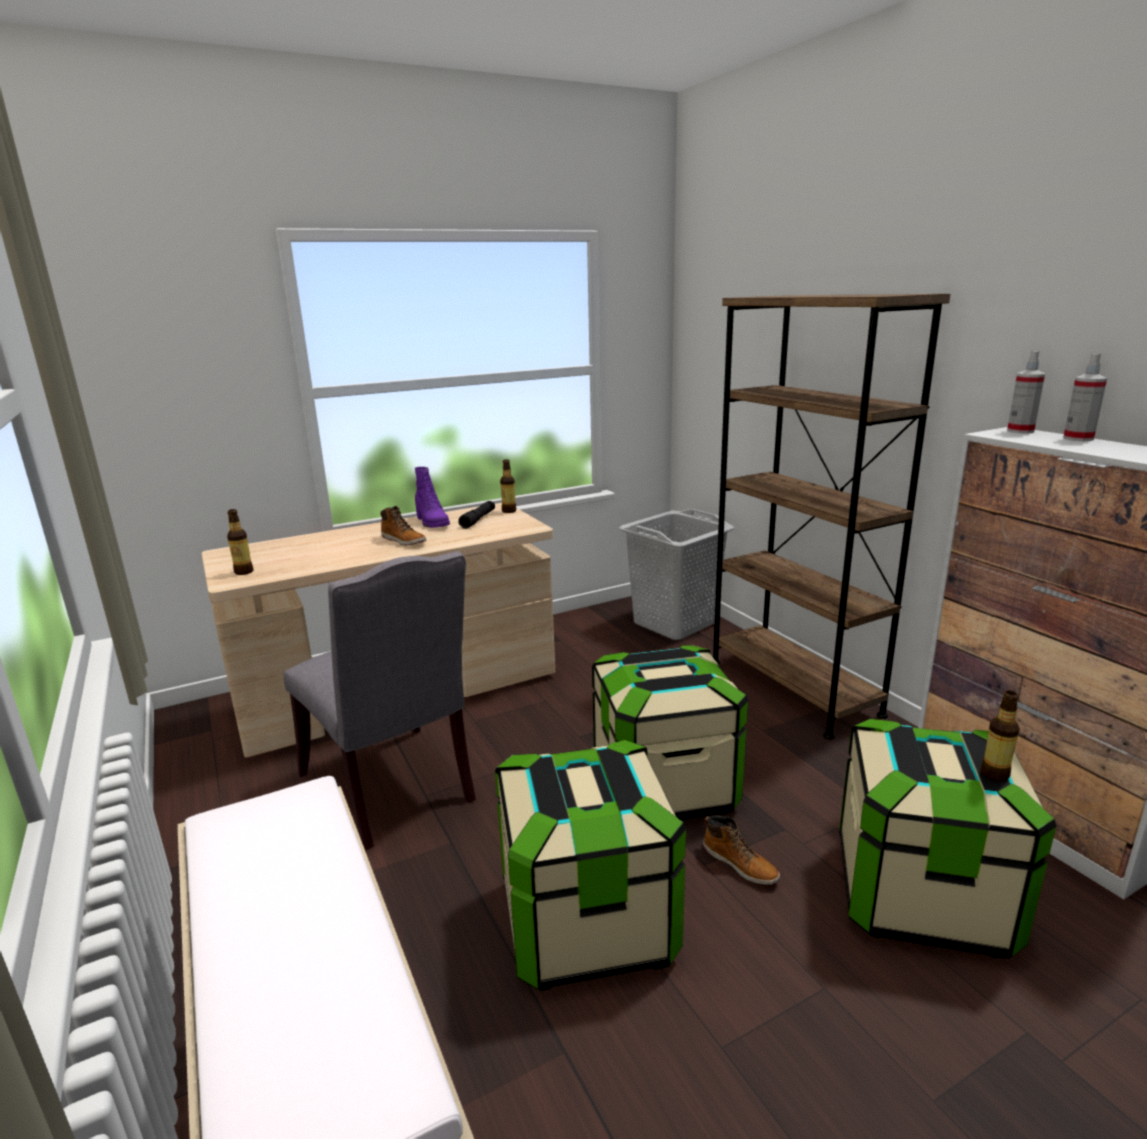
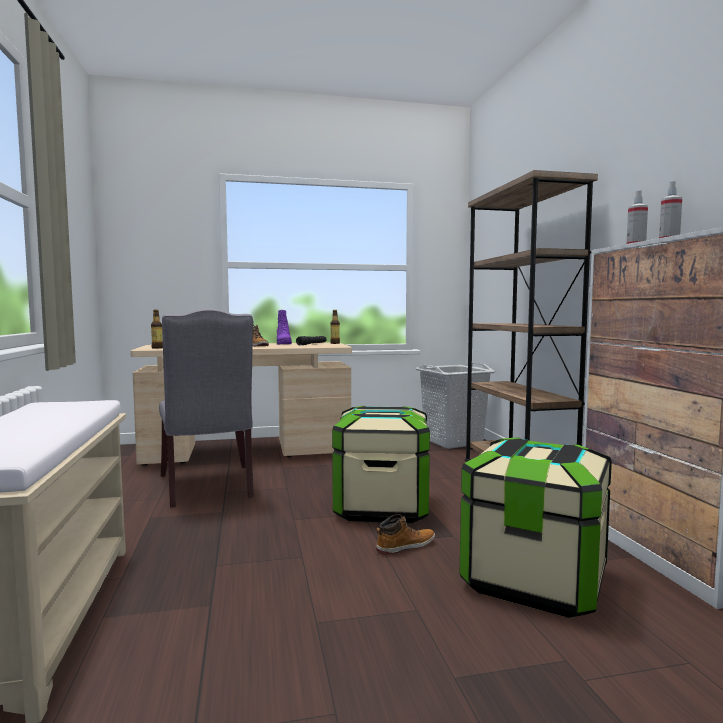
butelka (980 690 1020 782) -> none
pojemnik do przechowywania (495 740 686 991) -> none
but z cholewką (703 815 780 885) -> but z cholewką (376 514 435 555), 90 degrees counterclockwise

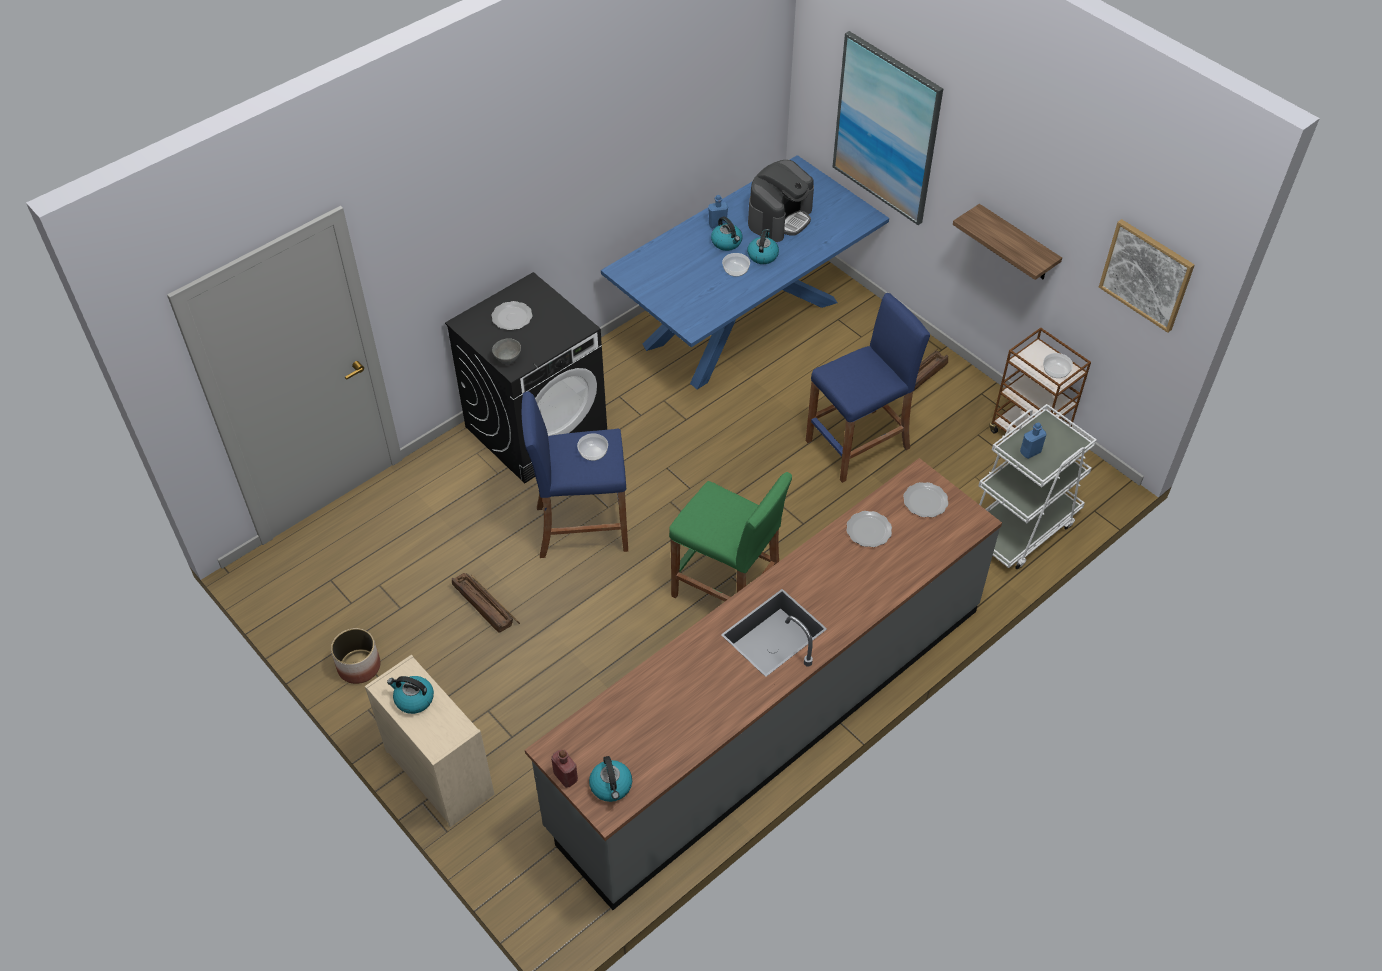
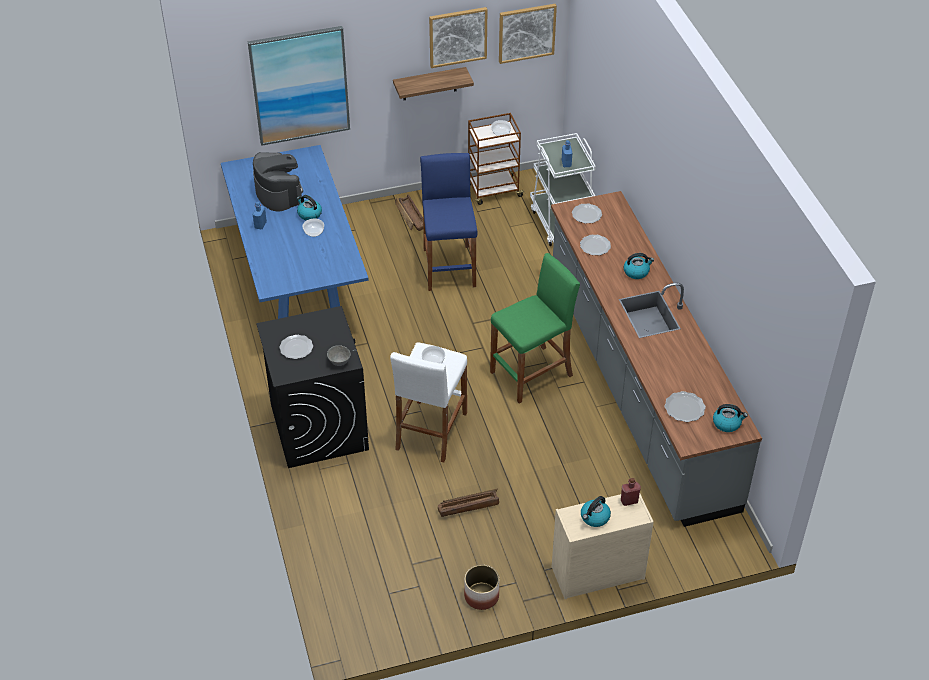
czajnik (711 216 742 251) -> czajnik (624 253 654 279), moved
stołek/niebieski (522 391 628 558) -> stołek/biały (390 342 467 462)
butelka/czerwony (551 750 578 788) -> butelka/czerwony (621 478 641 506), moved
none -> obraz (429 7 487 68)
none -> talerz (664 391 706 422)

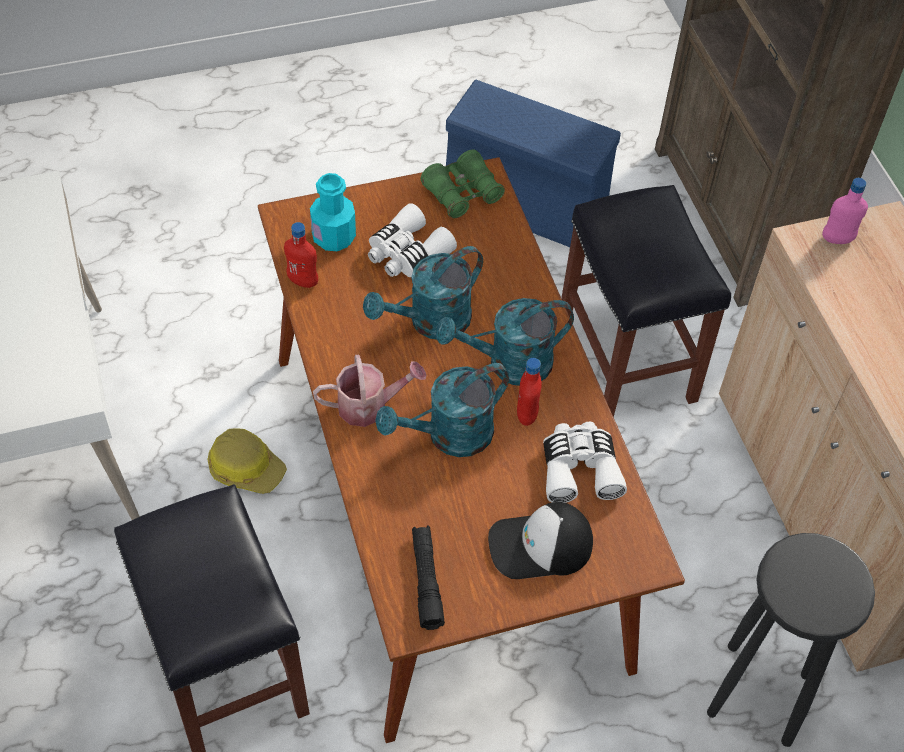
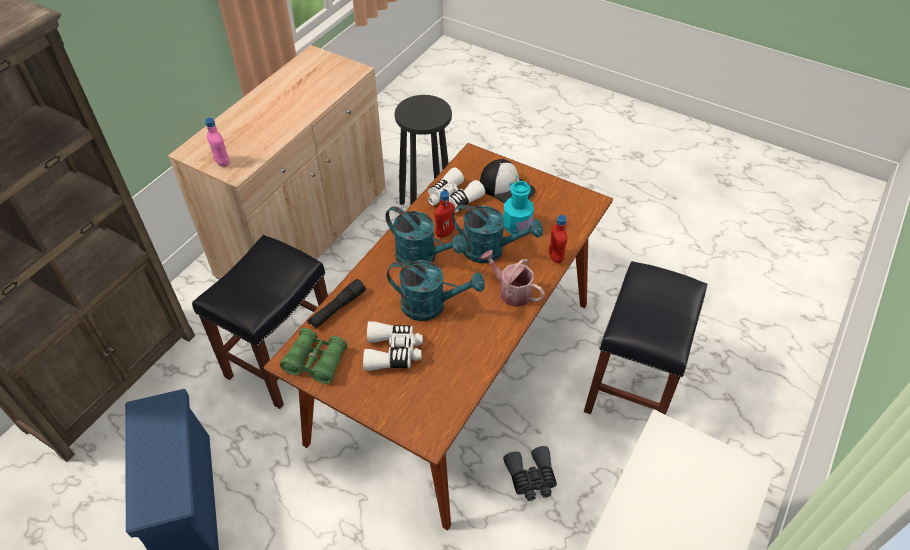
butelka/turkusowy (310 173 356 251) -> butelka/turkusowy (503 181 534 234), moved
butelka/czerwony (284 222 318 288) -> butelka/czerwony (549 215 567 264), moved
kask (208 428 287 494) -> lornetka/szary (503 446 557 501)
latarka/czarny (412 525 445 630) -> latarka/czarny (308 279 366 329), moved

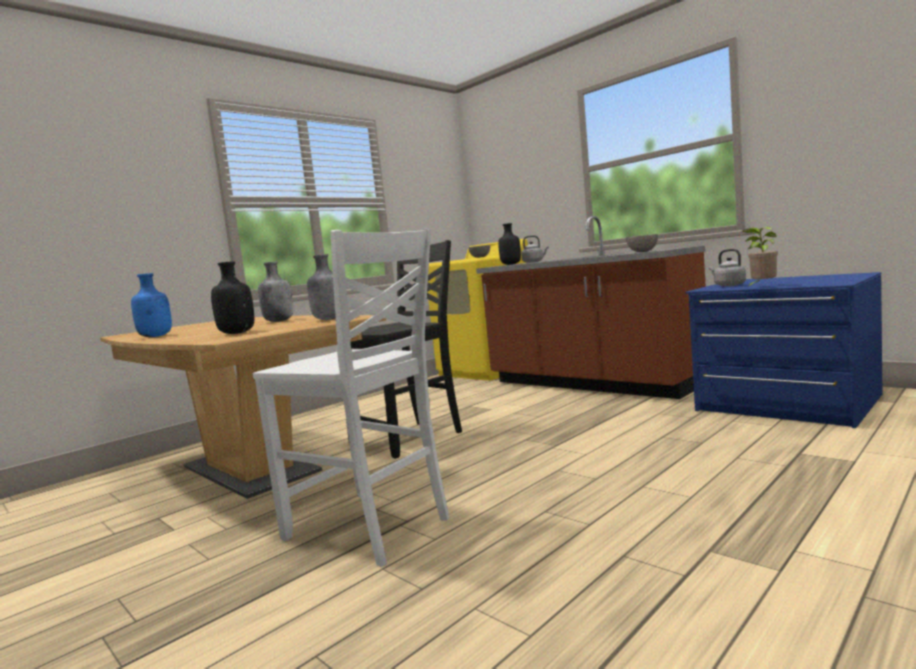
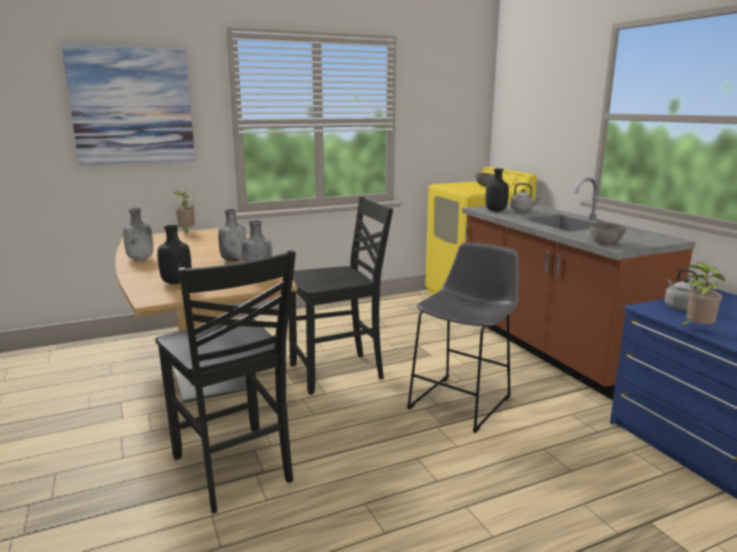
krzesło/biały (253 229 449 567) -> krzesło/czarny (155 250 296 513)
butelka/niebieski (131 273 172 337) -> butelka/szary (123 208 153 260)
none -> obraz (61 44 195 165)
none -> roślina doniczkowa (175 191 195 234)
none -> stołek/szary (407 242 519 433)

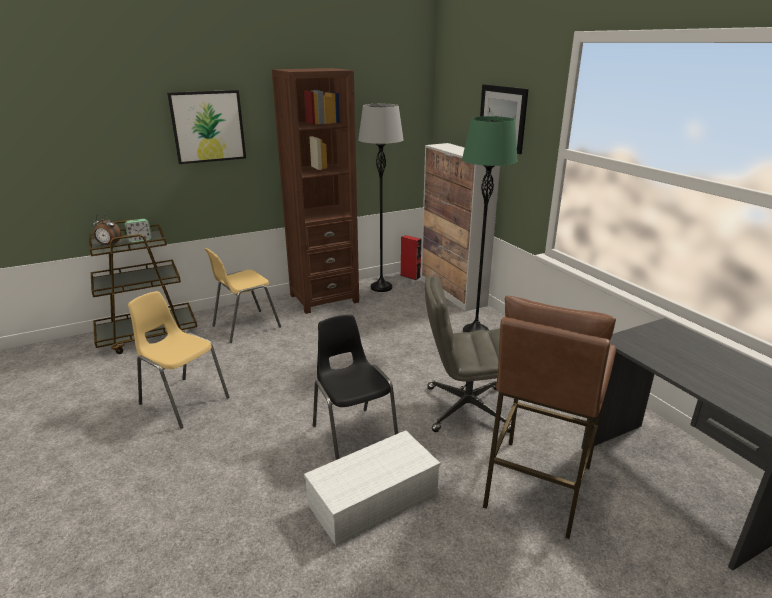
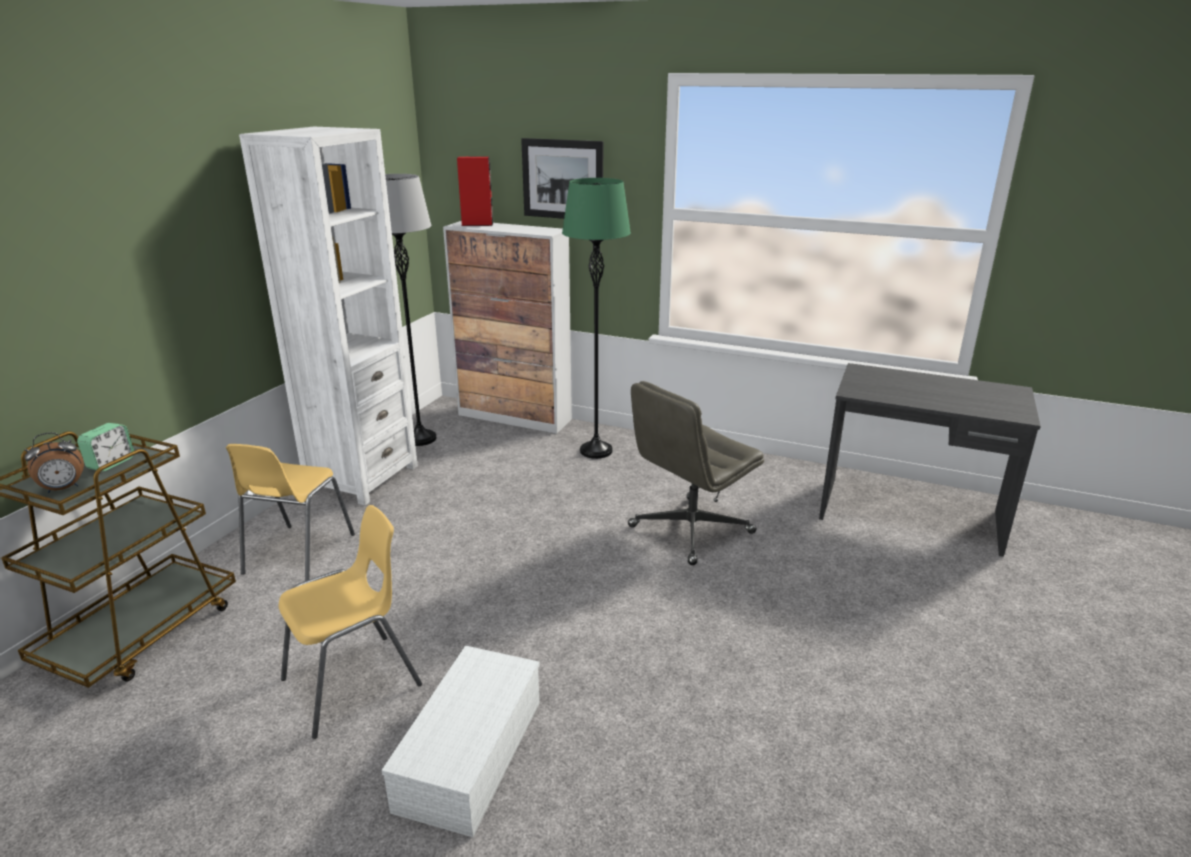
regał/brązowy (272 68 359 314) -> regał/biały (239 127 418 505)
obraz (167 90 246 164) -> none
głośnik/czerwony (400 235 421 280) -> głośnik/czerwony (457 157 494 226), moved
krzesło/żółty (128 291 229 429) -> krzesło/żółty (279 505 422 739), 150 degrees clockwise
stołek/brązowy (483 296 616 539) -> none
krzesło/czarny (313 315 398 460) -> none
pojemnik do przechowywania/biały (304 430 440 546) -> pojemnik do przechowywania/biały (381 645 540 837), moved

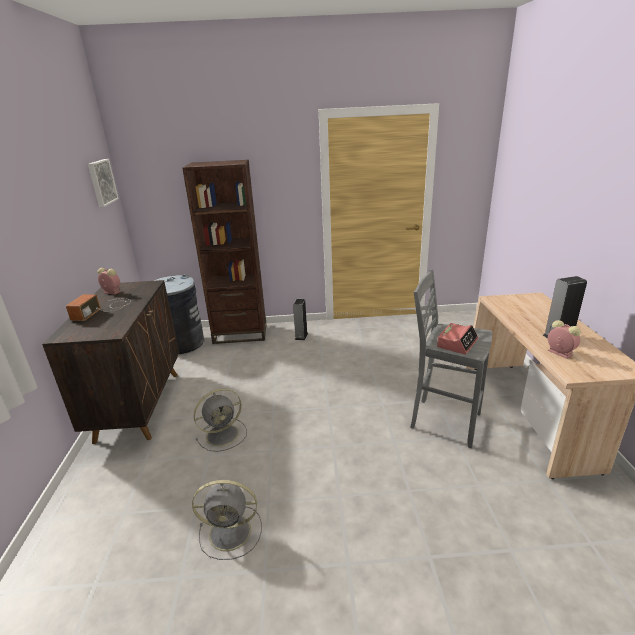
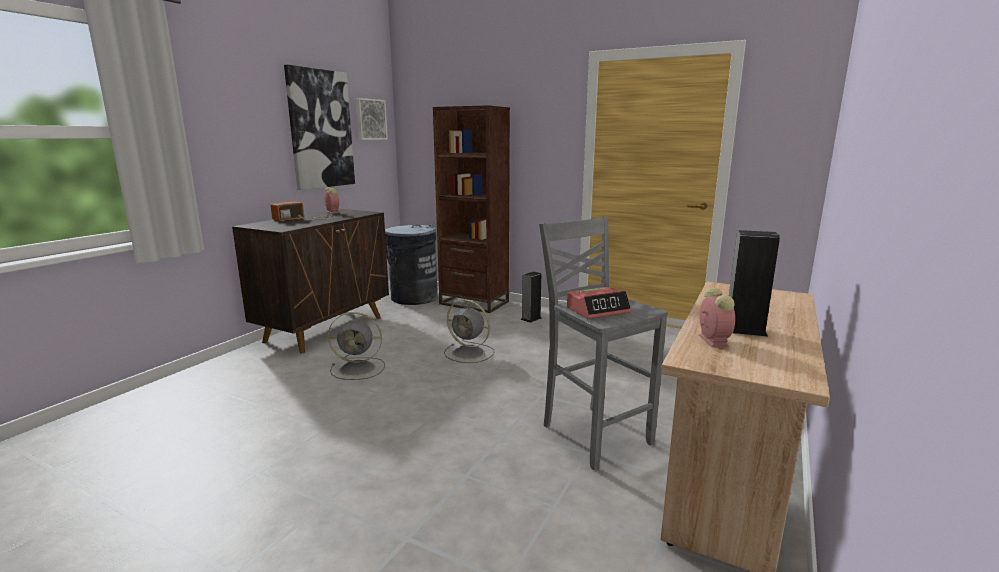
wentylator/szary (192 480 262 560) -> wentylator/szary (444 299 494 363), moved
none -> obraz (284 65 355 190)

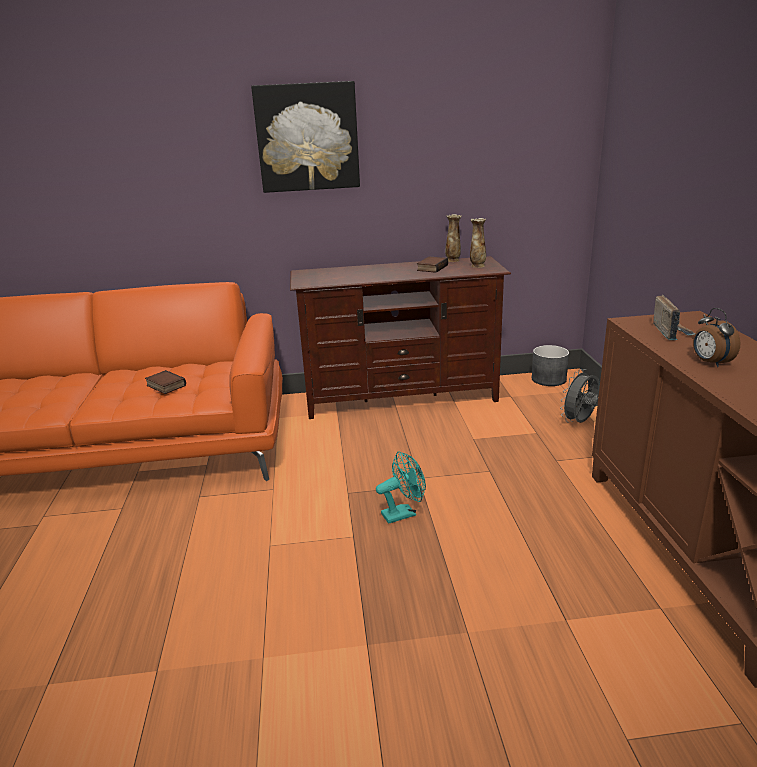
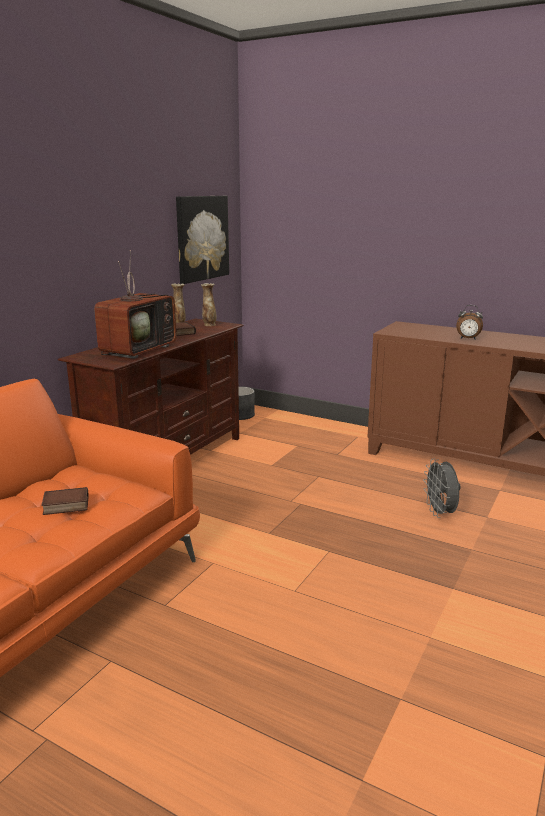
obraz (251 81 360 193) -> obraz (176 196 229 284), moved
radio (653 295 695 340) -> none
wentylator/szary (560 369 600 423) -> wentylator/szary (423 459 461 518), moved
wentylator/turkusowy (376 451 426 524) -> none
none -> telewizor (94 250 177 359)

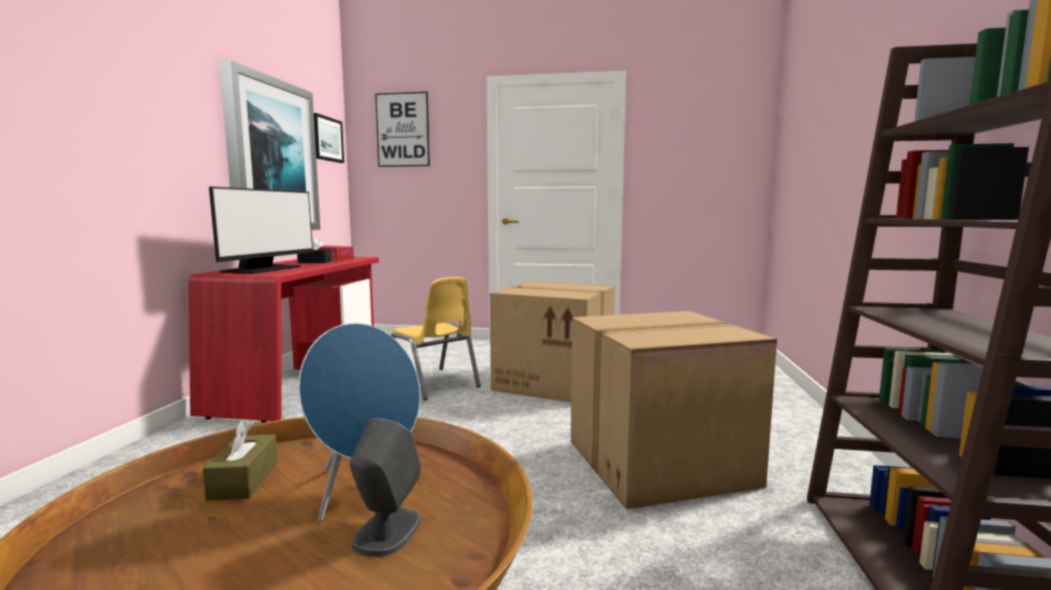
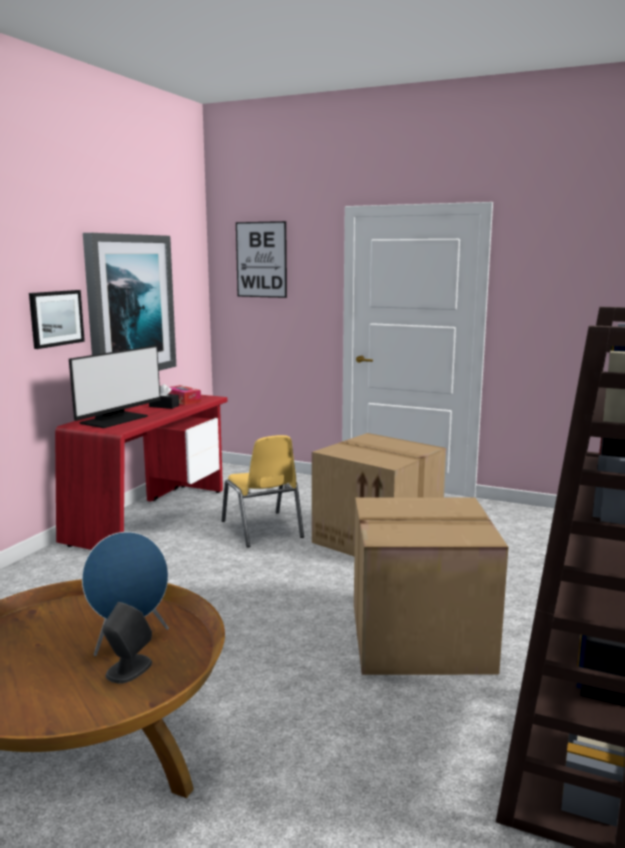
obraz (314 113 344 163) -> obraz (29 290 85 349), moved
pudełko chusteczek/brązowy (203 420 278 501) -> none

